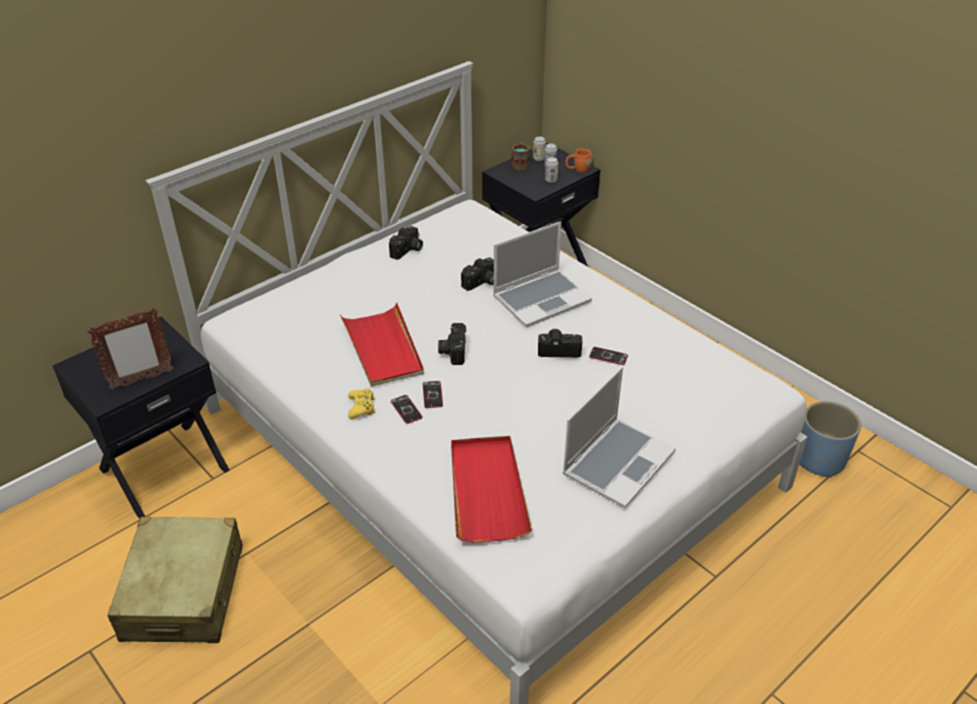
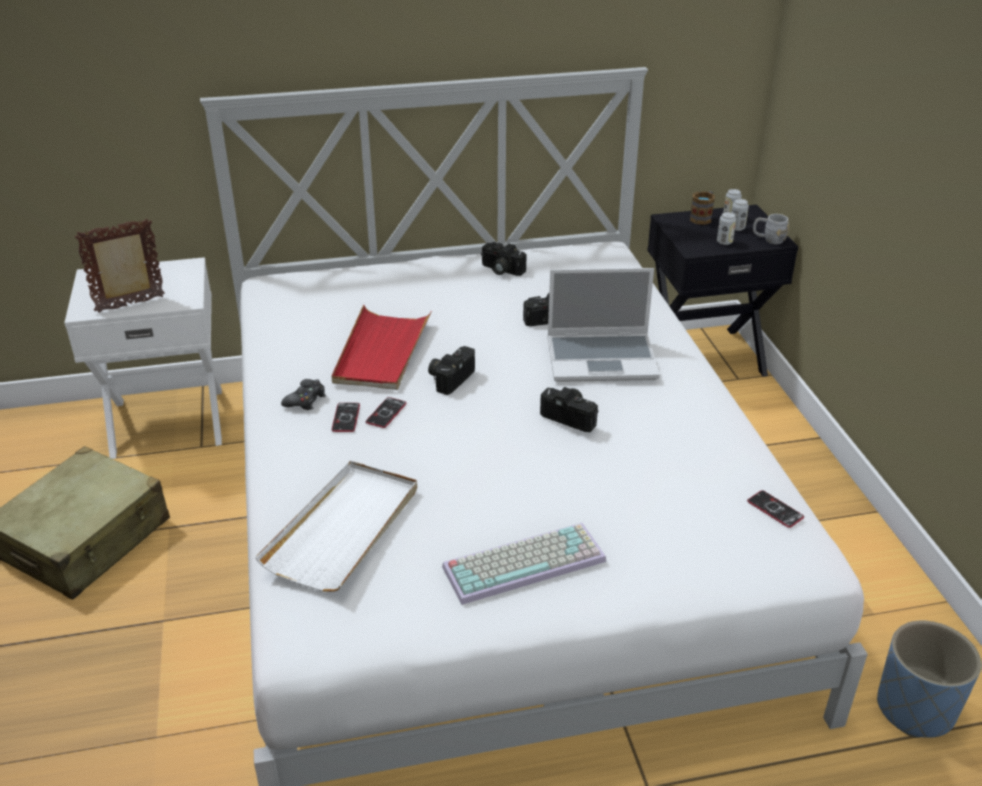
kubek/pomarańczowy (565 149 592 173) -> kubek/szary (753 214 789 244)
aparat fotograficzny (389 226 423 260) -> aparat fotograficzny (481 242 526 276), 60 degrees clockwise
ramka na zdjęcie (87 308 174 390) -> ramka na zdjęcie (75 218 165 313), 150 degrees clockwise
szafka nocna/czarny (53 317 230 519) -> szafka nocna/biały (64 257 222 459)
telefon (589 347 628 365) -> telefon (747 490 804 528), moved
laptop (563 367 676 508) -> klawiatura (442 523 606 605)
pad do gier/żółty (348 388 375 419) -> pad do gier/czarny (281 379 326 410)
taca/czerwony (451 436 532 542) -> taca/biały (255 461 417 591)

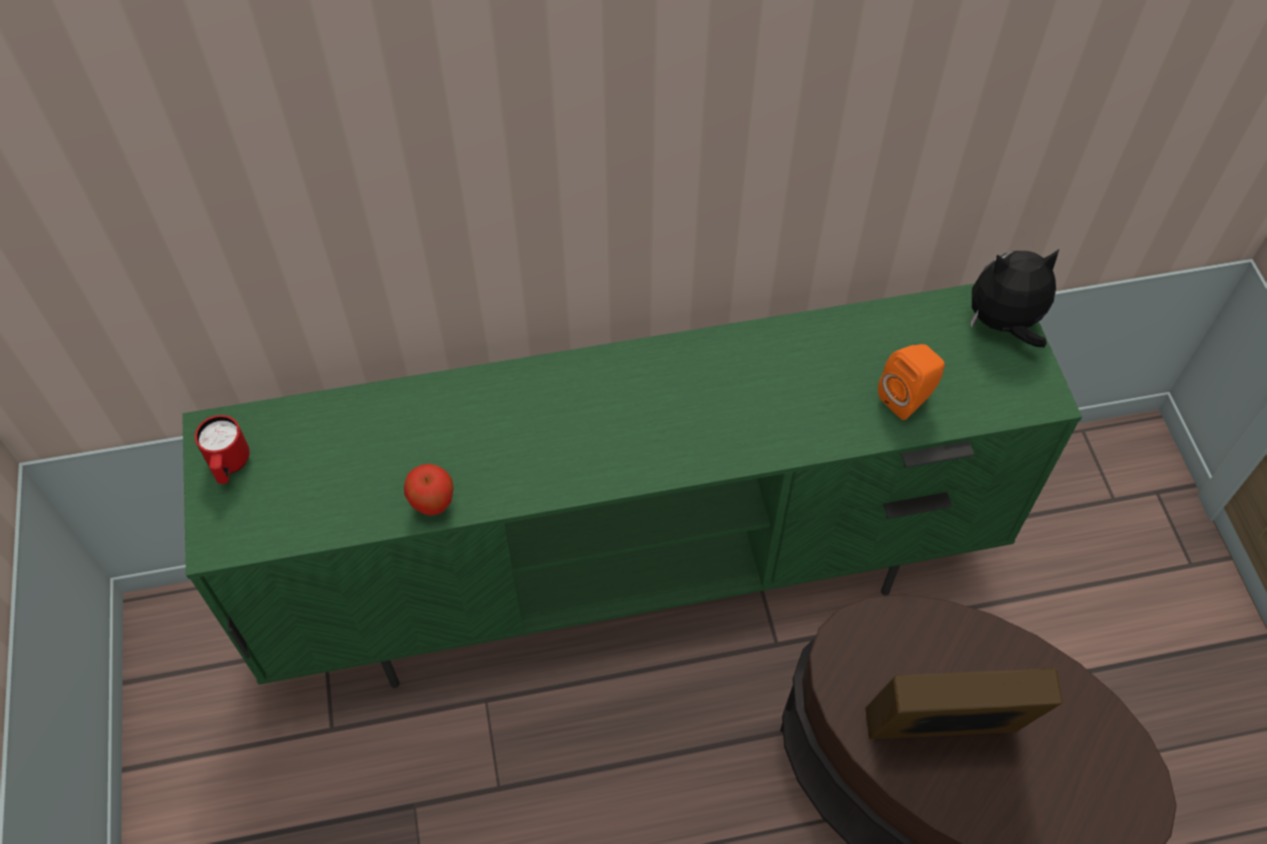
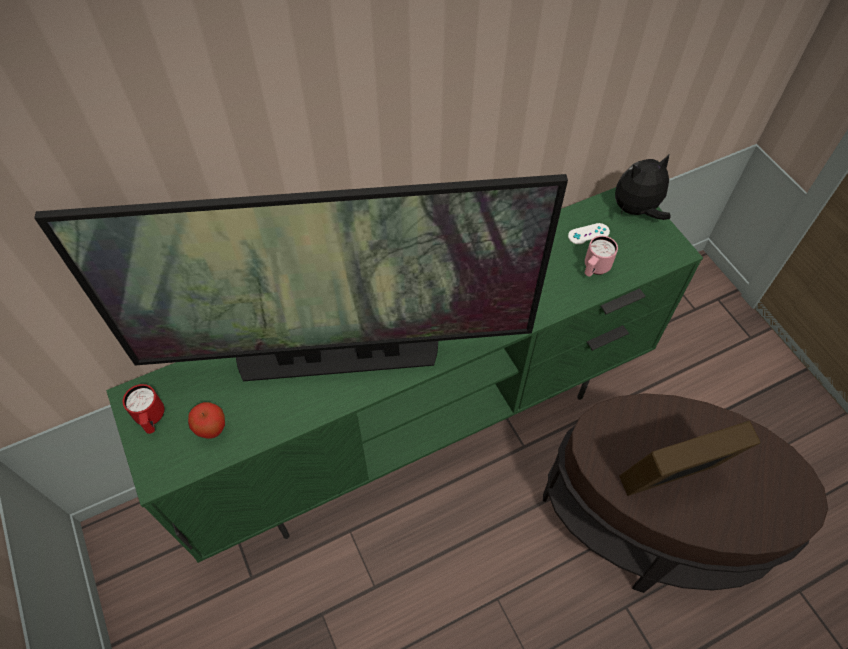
głośnik/pomarańczowy (878 344 945 420) -> kubek/różowy (585 236 618 276)
jabłko (404 464 454 516) -> jabłko (188 402 225 439), moved
none -> telewizor (34 174 568 381)
none -> pad do gier/biały (568 223 610 244)

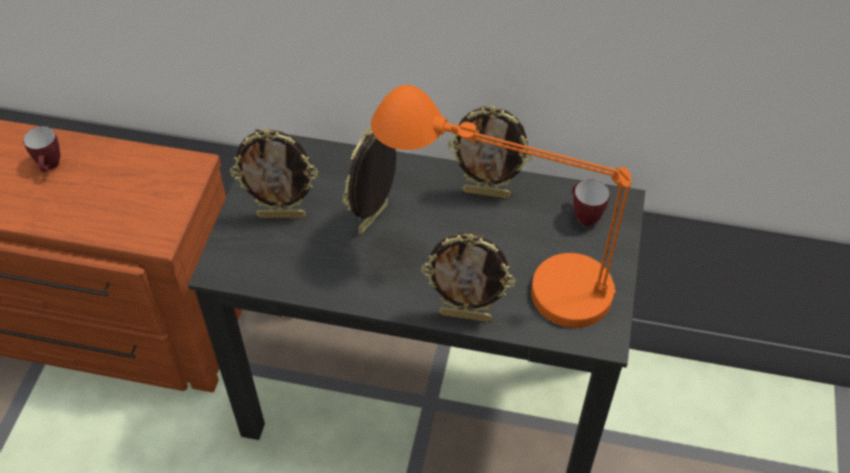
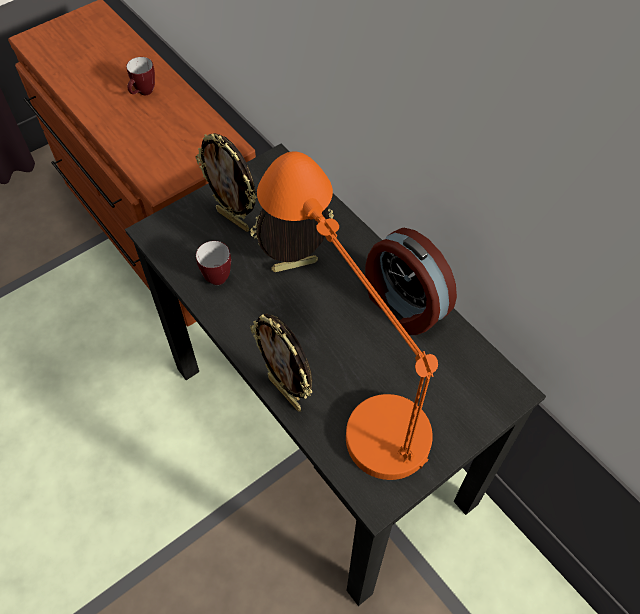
ramka na zdjęcie (448 106 533 198) -> budzik (365 228 457 335)
kubek (572 179 610 226) -> kubek (196 241 231 285), moved

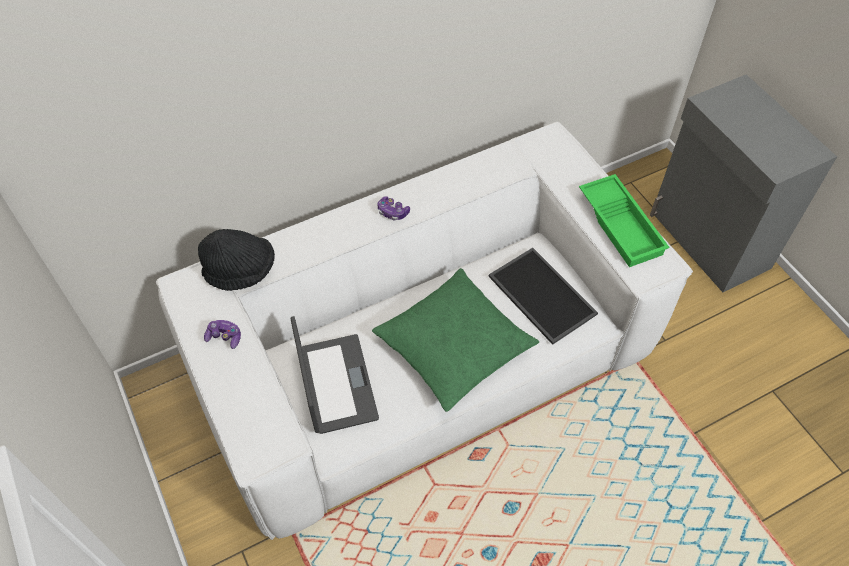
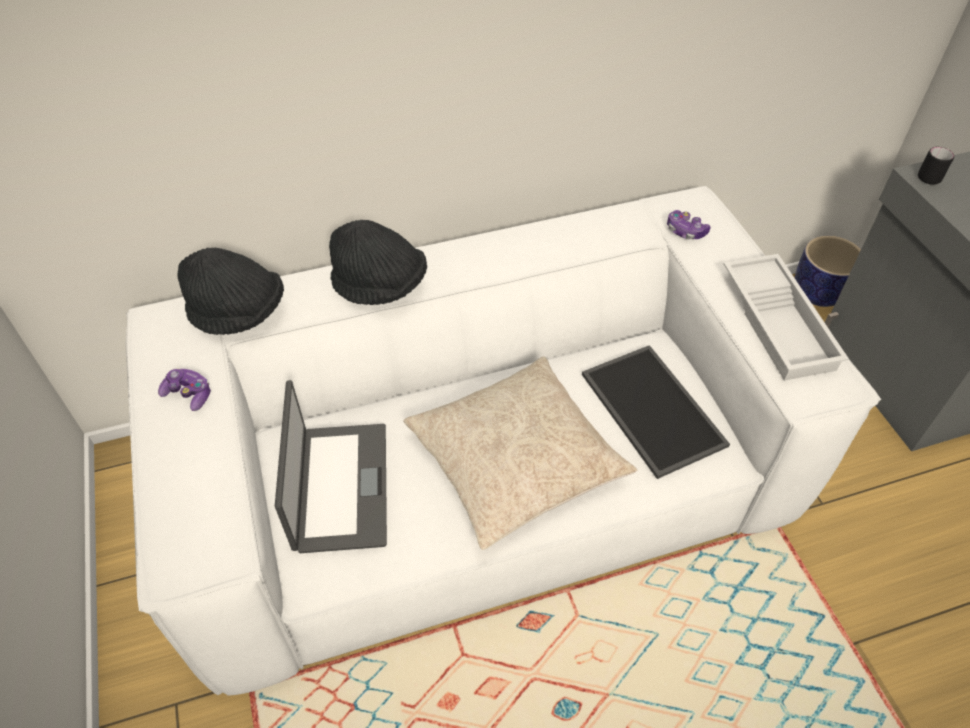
taca/zielony (579 174 670 267) -> taca/biały (724 254 849 381)
pad do gier (378 196 410 221) -> pad do gier (667 210 711 239), moved
poduszka/zielony (372 268 540 412) -> poduszka/beżowy (404 356 637 550)
none -> kubek/czarny (918 147 954 185)
none -> kapelusz/czarny (329 220 427 305)
none -> donica (795 236 861 307)

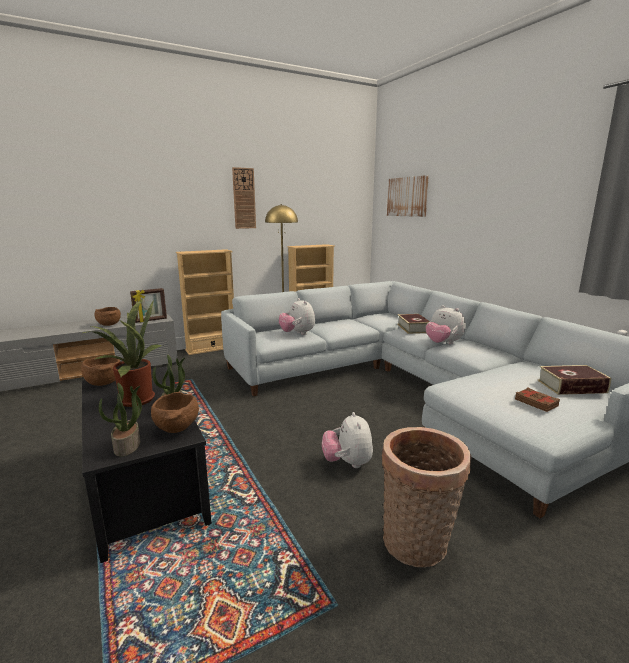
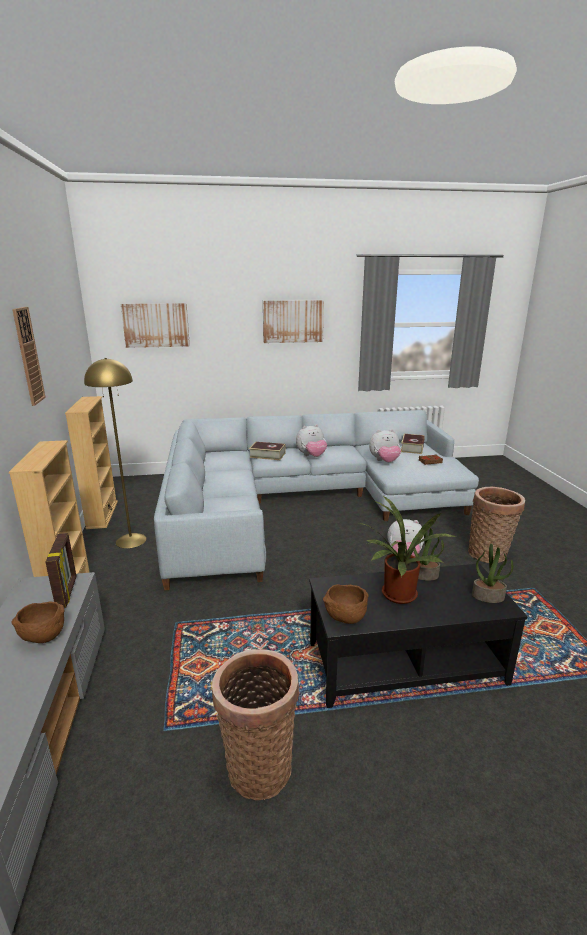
pluszak (279 298 315 335) -> pluszak (369 429 401 462), moved
miska/brązowy (151 392 199 433) -> none
none -> obraz (263 300 324 343)
none -> koszyk (212 649 299 800)

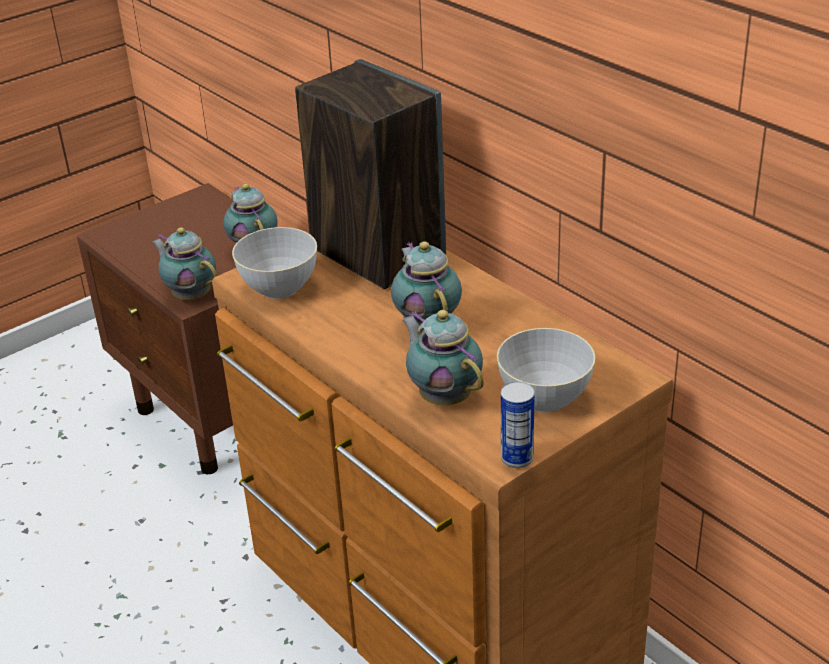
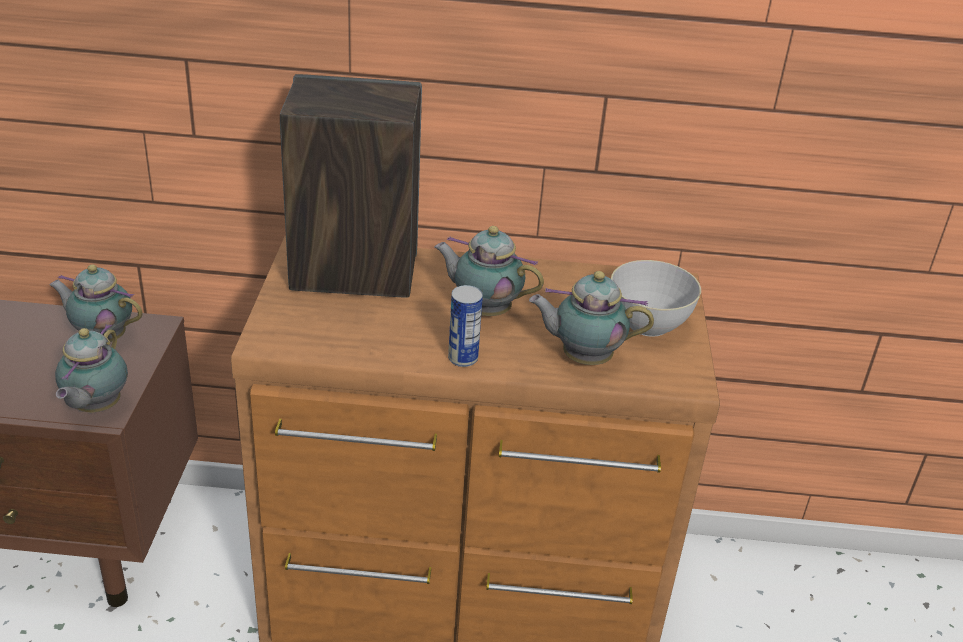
imbryk (152 227 217 300) -> imbryk (55 324 128 412), 75 degrees counterclockwise
miska/szary (232 227 317 299) -> none
puszka (501 382 535 468) -> puszka (448 285 483 367), moved

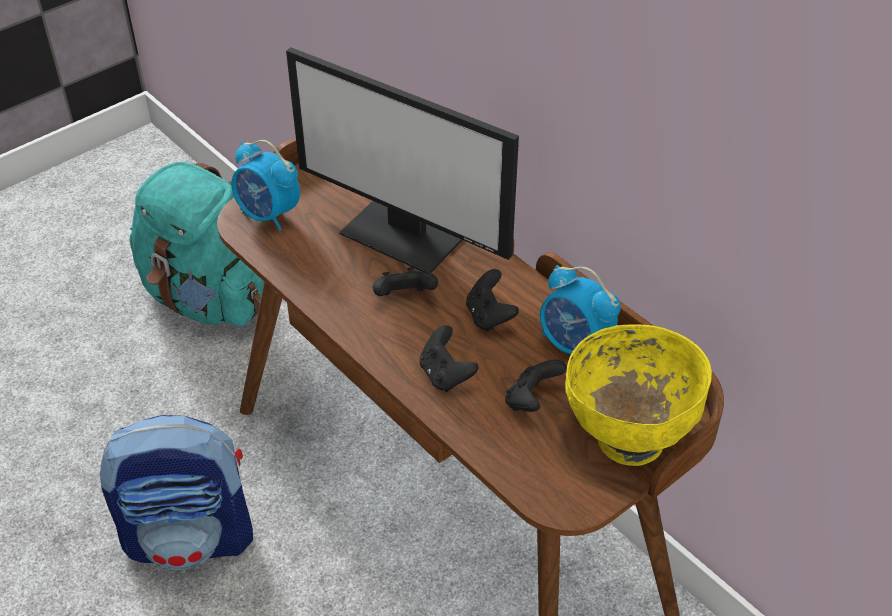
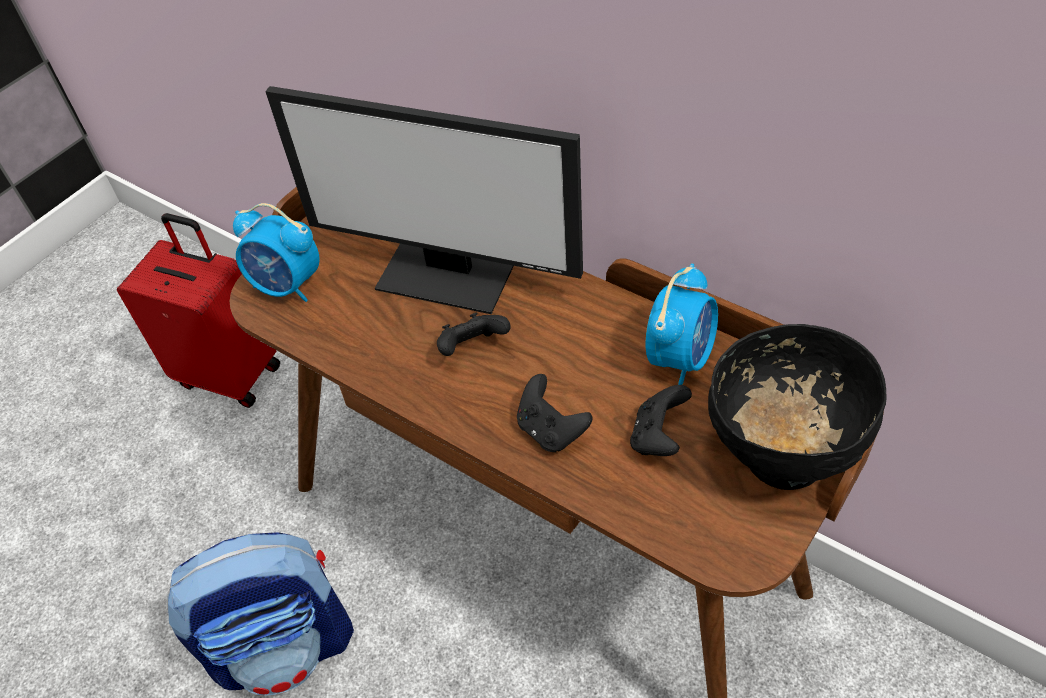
plecak/turkusowy (130 162 264 326) -> walizka/czerwony (117 213 280 408)
budzik (540 265 621 354) -> budzik (646 263 718 385), 90 degrees counterclockwise
pad do gier/czarny (466 269 519 331) -> none
miska/żółty (565 324 712 466) -> miska/czarny (708 324 887 490)

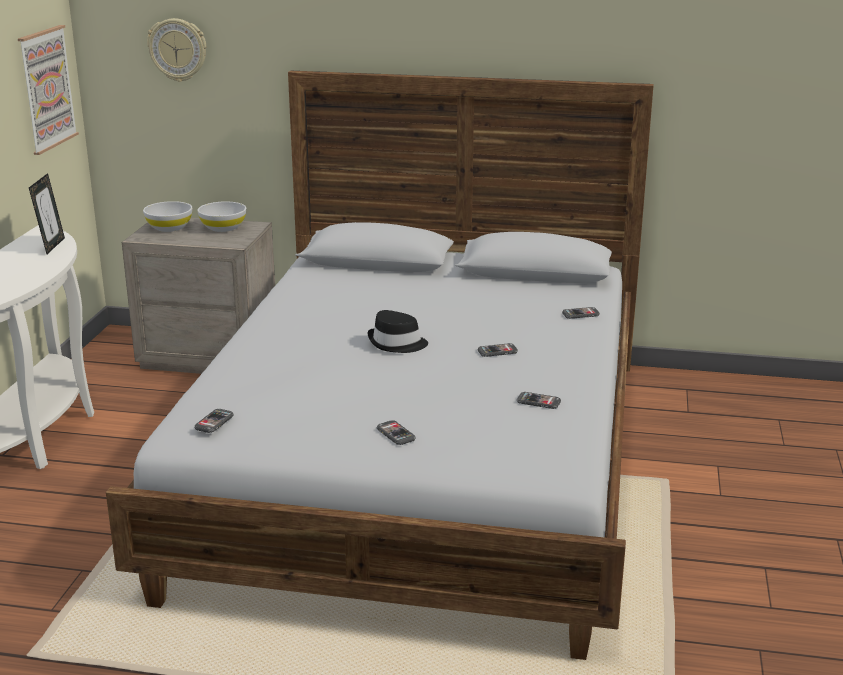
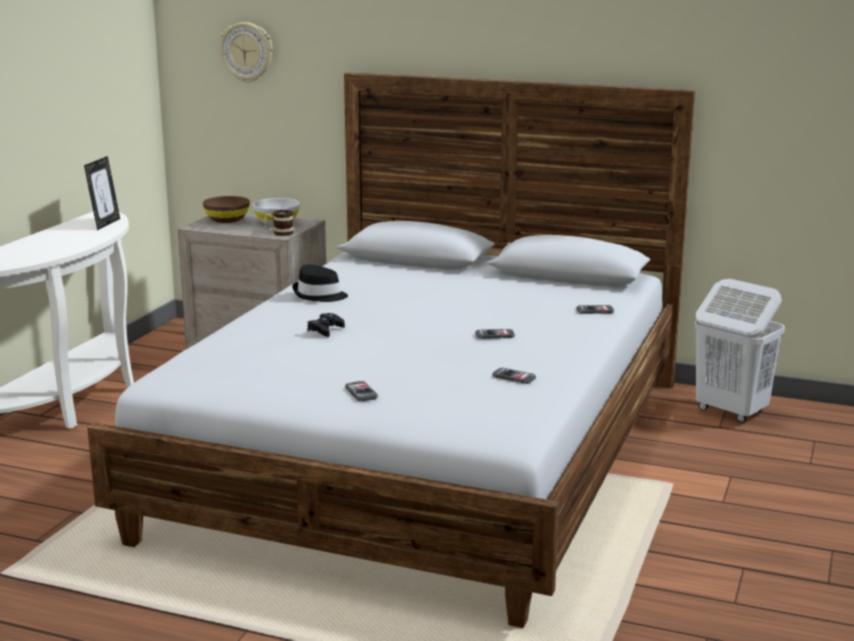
obraz (18 25 79 155) -> none
miska/biały (143 201 192 232) -> miska/brązowy (203 196 250 223)
kapelusz/czarny (367 310 428 353) -> kapelusz/czarny (292 265 348 302), moved
telefon (194 409 234 433) -> none
none -> kubek (264 210 294 236)
none -> kosz na pranie/biały (695 279 785 422)
none -> pad do gier/czarny (307 313 345 337)

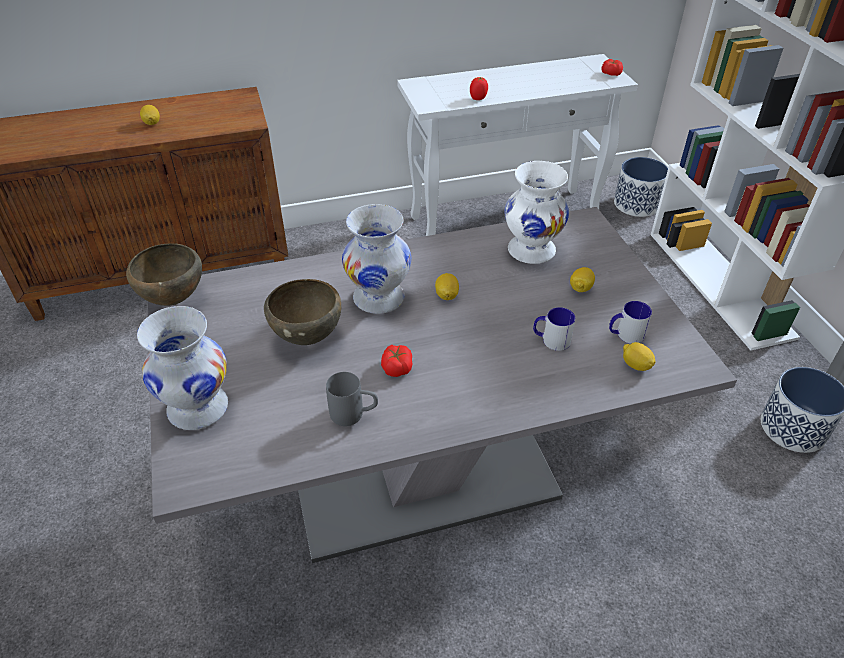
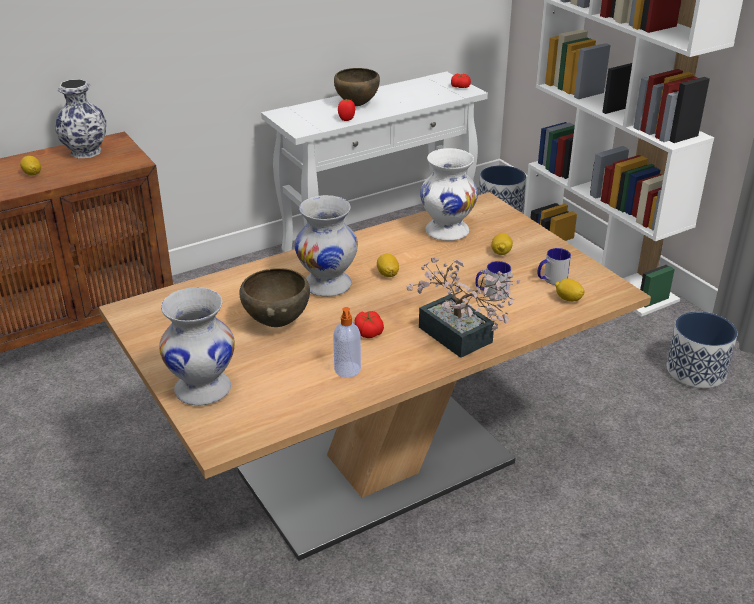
stół jadalny/szary (148 207 737 563) -> stół jadalny/brązowy (99 192 651 561)
miska/brązowy (126 243 202 306) -> miska/brązowy (334 68 380 106), moved
kubek/szary (326 372 378 426) -> dozownik mydła (333 307 361 378)
none -> wazon (56 79 106 158)
none -> roślina doniczkowa (407 258 520 358)

